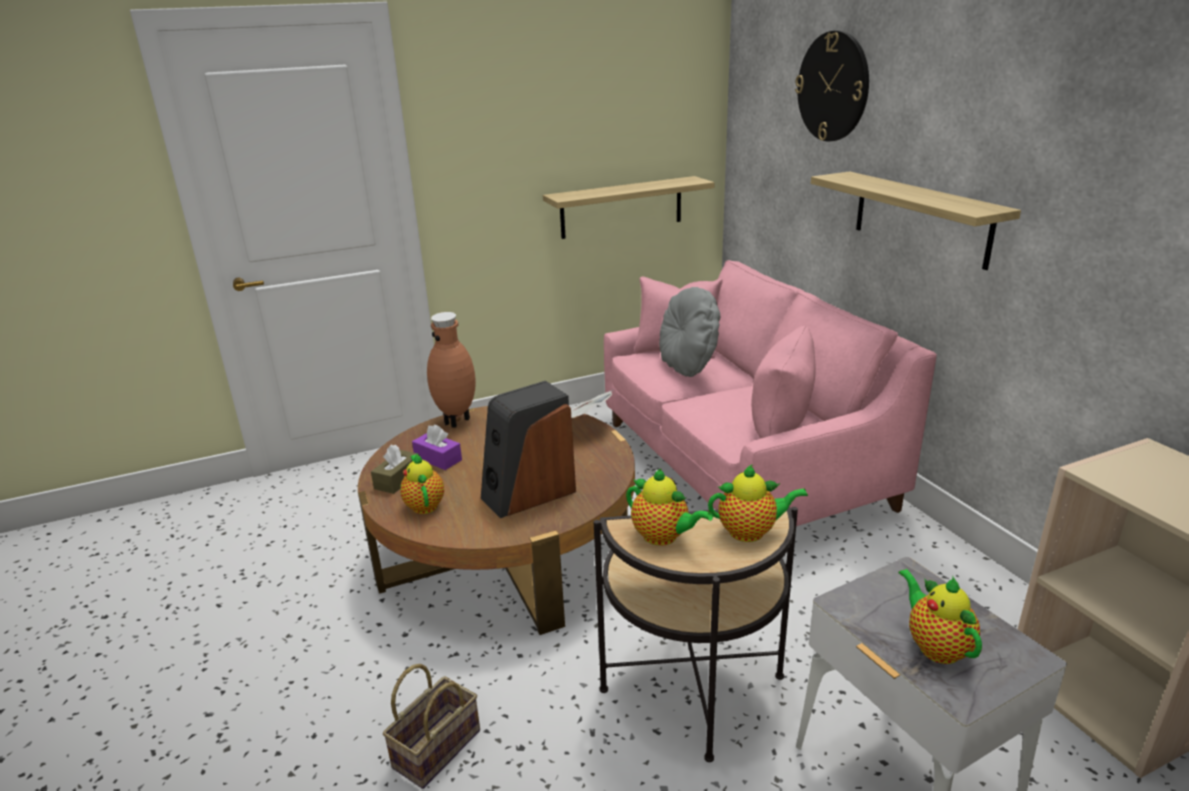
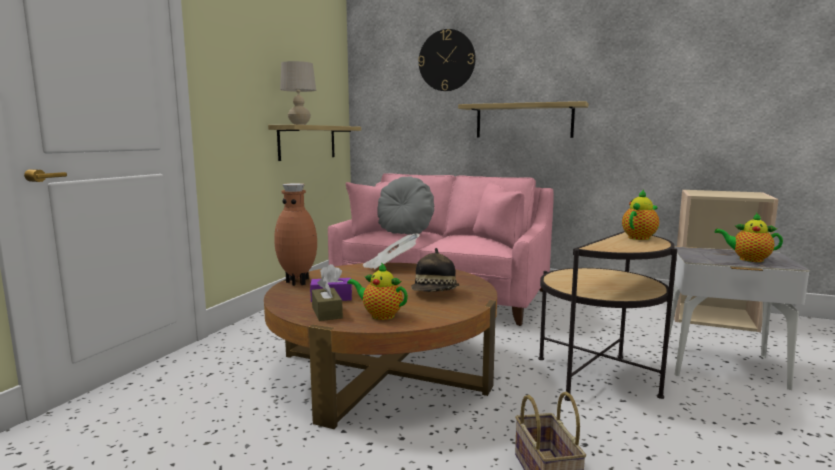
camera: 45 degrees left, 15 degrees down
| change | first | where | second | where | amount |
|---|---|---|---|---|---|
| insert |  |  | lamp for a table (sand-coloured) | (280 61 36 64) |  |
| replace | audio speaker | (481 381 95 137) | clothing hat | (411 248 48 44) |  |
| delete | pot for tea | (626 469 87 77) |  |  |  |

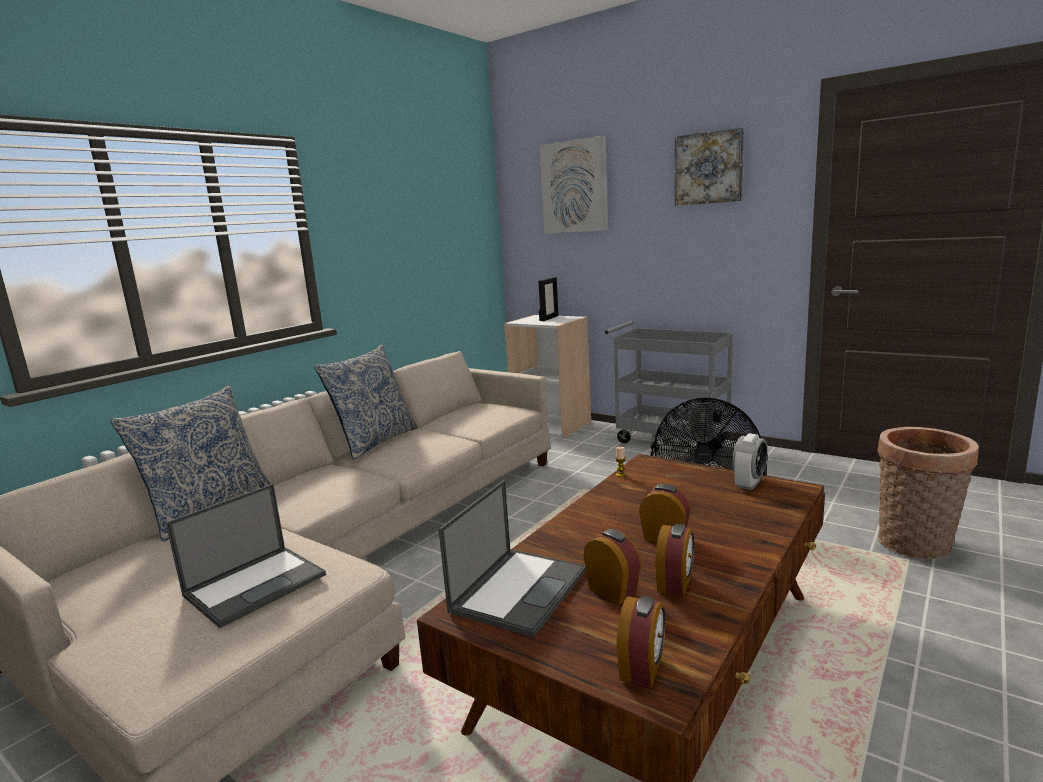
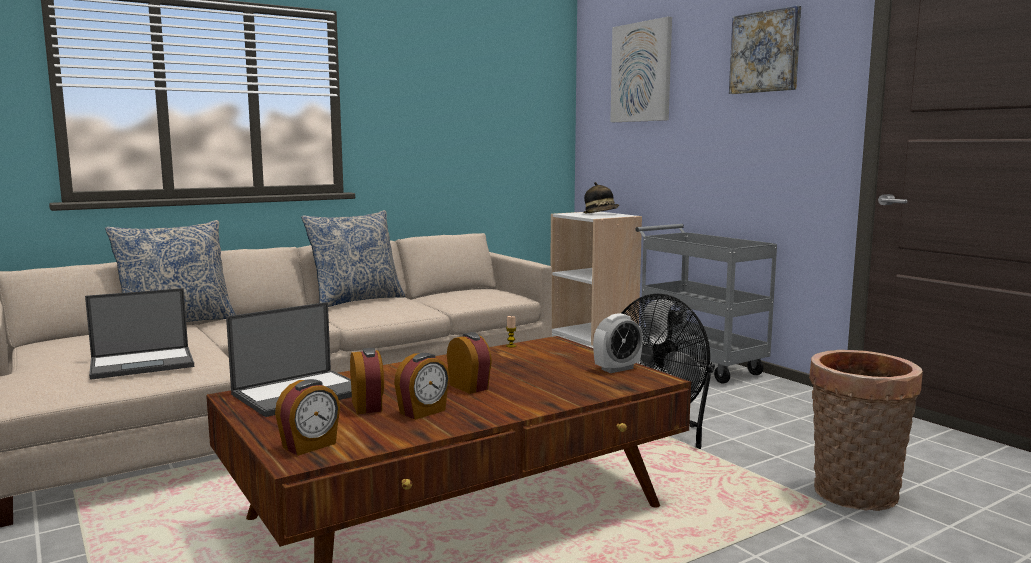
camera: 20 degrees right, 5 degrees down
| change | first | where | second | where | amount |
|---|---|---|---|---|---|
| replace | standing frame | (538 277 21 44) | clothing hat | (583 182 36 31) |  |

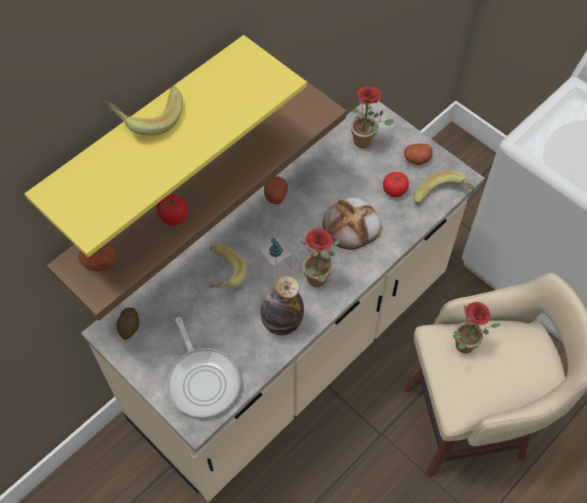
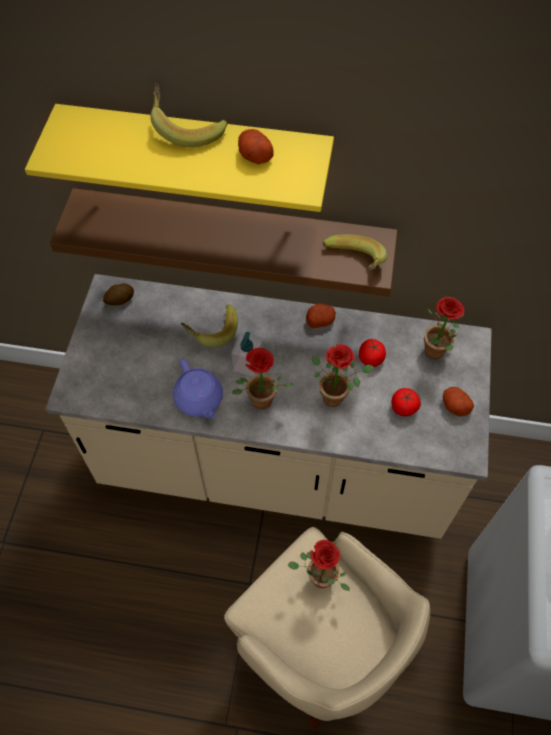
camera: 55 degrees right, 0 degrees up
| change | first | where | second | where | amount |
|---|---|---|---|---|---|
| replace | beverage bottle | (260 276 44 60) | pot for tea (purple) | (173 358 50 61) |  |
| move | whole potato | (78 245 39 26) |  | (238 129 36 35) |  |
| replace | bakery bread | (322 197 60 53) | houseplant | (312 344 62 63) |  |
| move | banana fruit | (414 170 62 35) |  | (323 235 64 36) |  |
| move | fresh tomato | (156 194 32 31) |  | (359 339 27 28) |  |
| delete | frying pan | (167 317 74 101) |  |  |  |

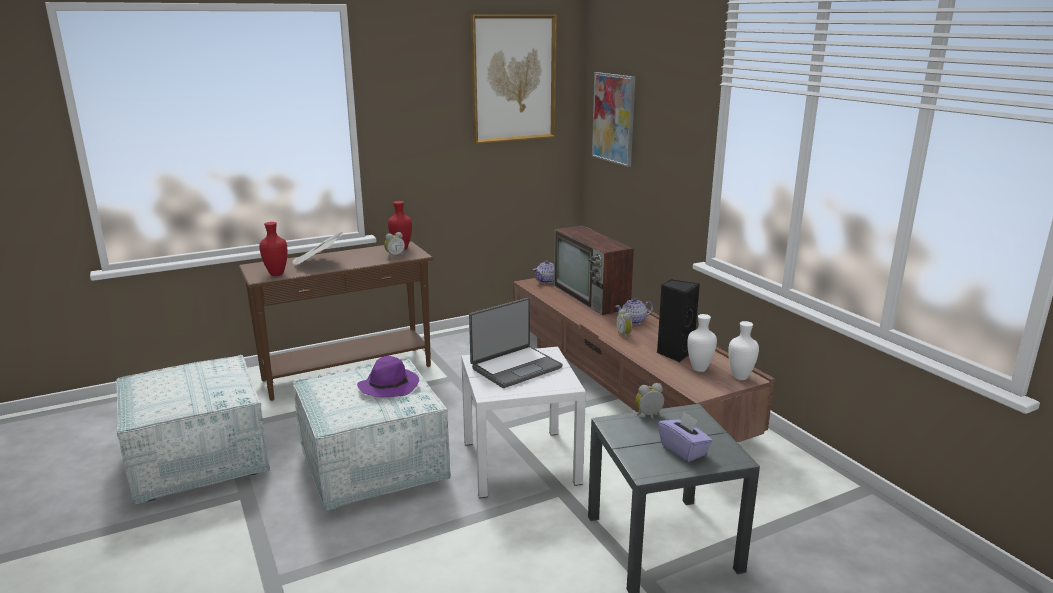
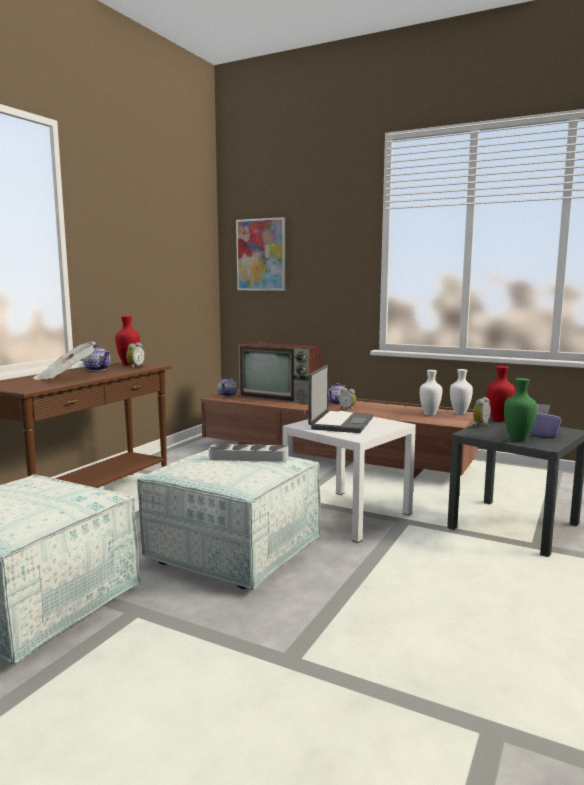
camera: 35 degrees left, 10 degrees down
| change | first | where | second | where | amount |
|---|---|---|---|---|---|
| insert |  |  | pot for tea | (83 344 28 27) |  |
| replace | clothing hat (purple) | (357 356 62 41) | serving tray (greyish) | (209 444 80 18) |  |
| move | vase (red-coloured) | (259 222 28 54) |  | (487 366 28 56) |  |
| insert |  |  | vase (green) | (504 378 33 64) |  |
| delete | wall picture | (471 14 86 130) |  |  |  |
| delete | audio speaker (black) | (657 279 43 83) |  |  |  |

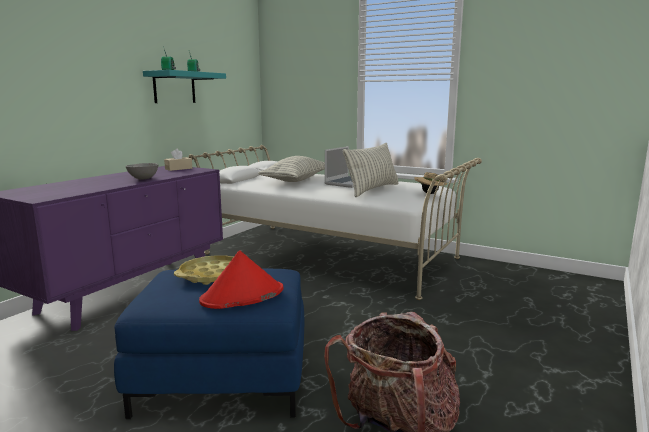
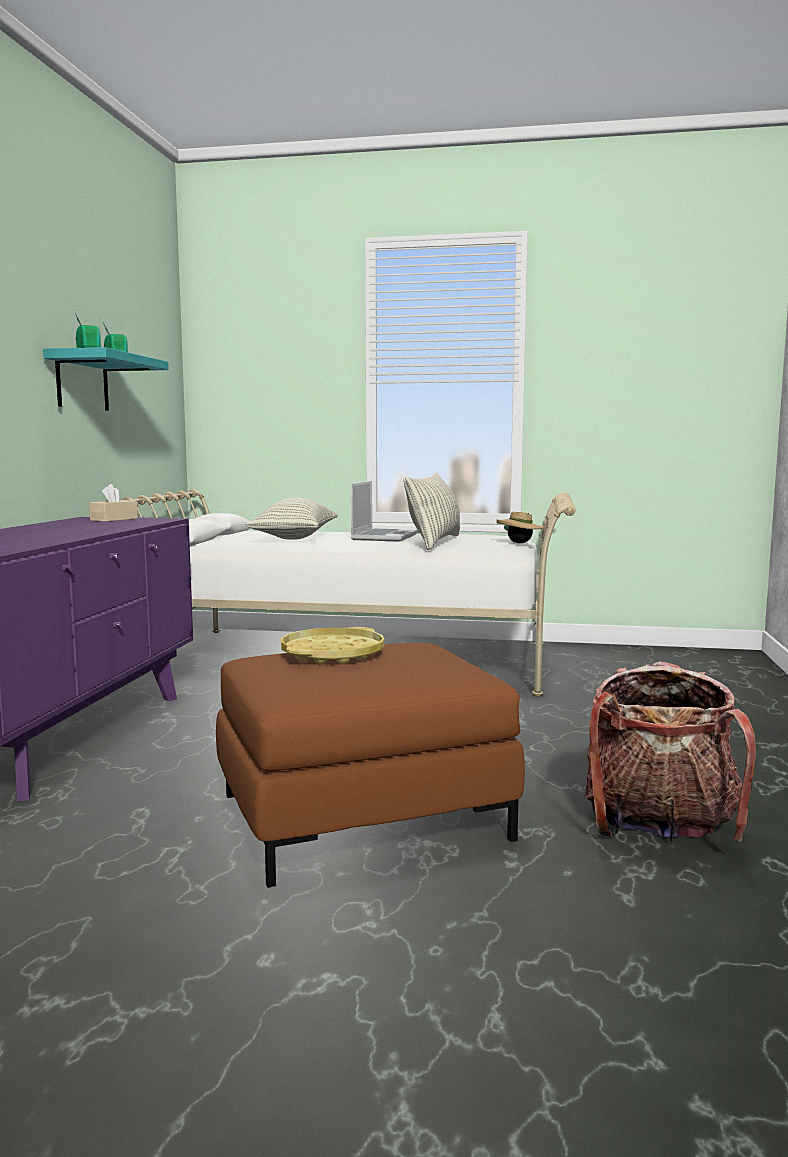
camera: 20 degrees left, 5 degrees down
| change | first | where | second | where | amount |
|---|---|---|---|---|---|
| recolor | ottoman (blue) | (114 269 190 150) | ottoman (brownish) | (216 642 309 246) |  |
| delete | bowl (greyish) | (125 163 33 16) |  |  |  |
| delete | clothing hat (red-coloured) | (199 251 84 58) |  |  |  |

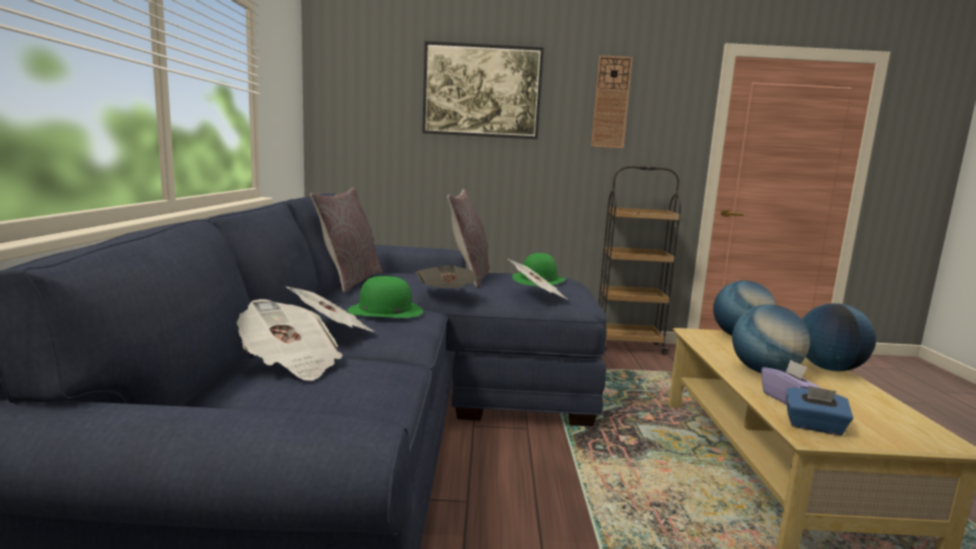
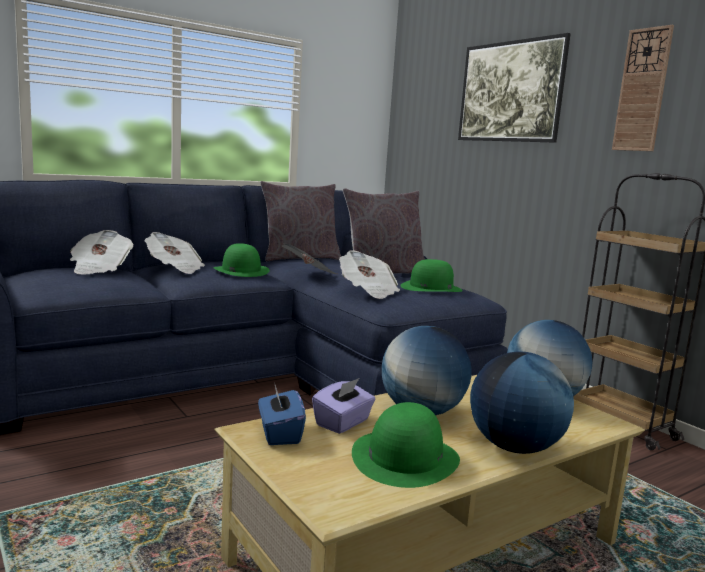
camera: 55 degrees right, 0 degrees up
| change | first | where | second | where | amount |
|---|---|---|---|---|---|
| insert |  |  | clothing hat (green) | (352 402 108 86) |  |

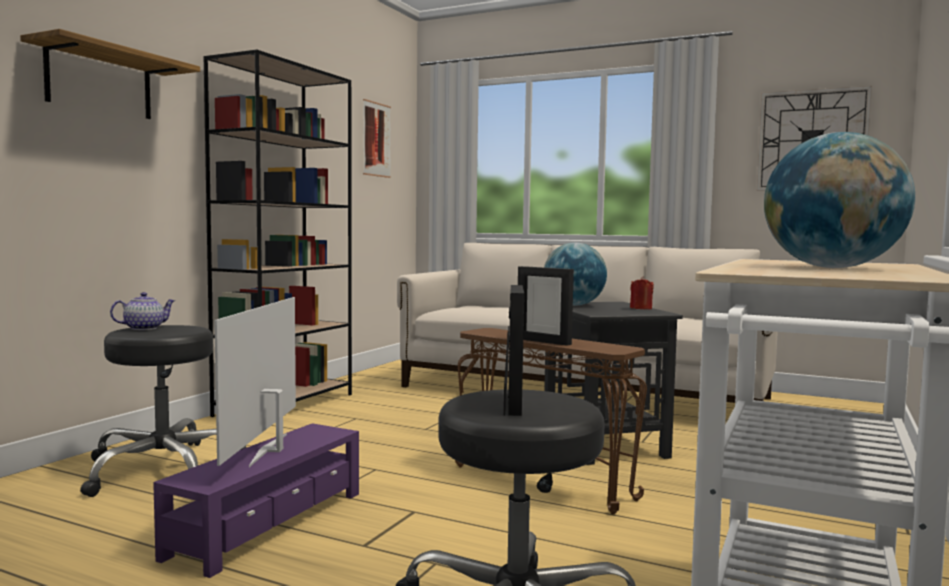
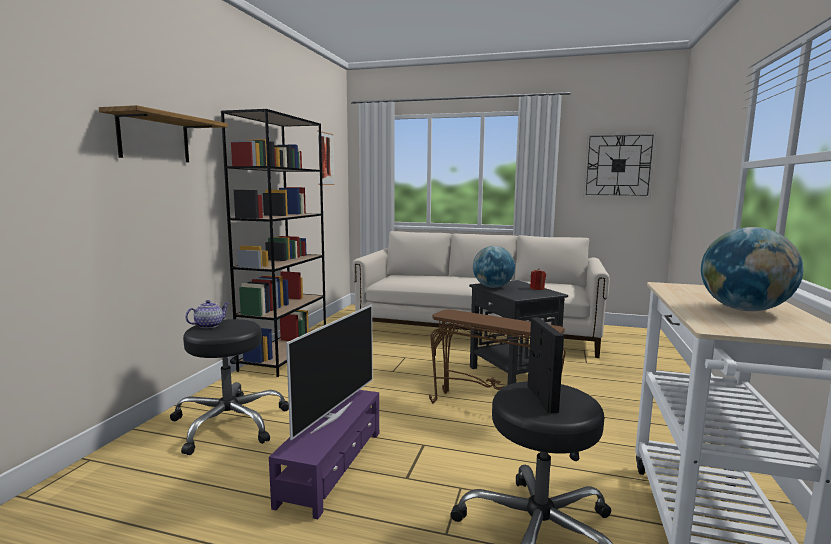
camera: 10 degrees left, 5 degrees up
| change | first | where | second | where | amount |
|---|---|---|---|---|---|
| rotate | television | (214 297 82 170) |  | (286 305 87 135) | 150 degrees counterclockwise |
| delete | standing frame | (518 266 56 80) |  |  |  |

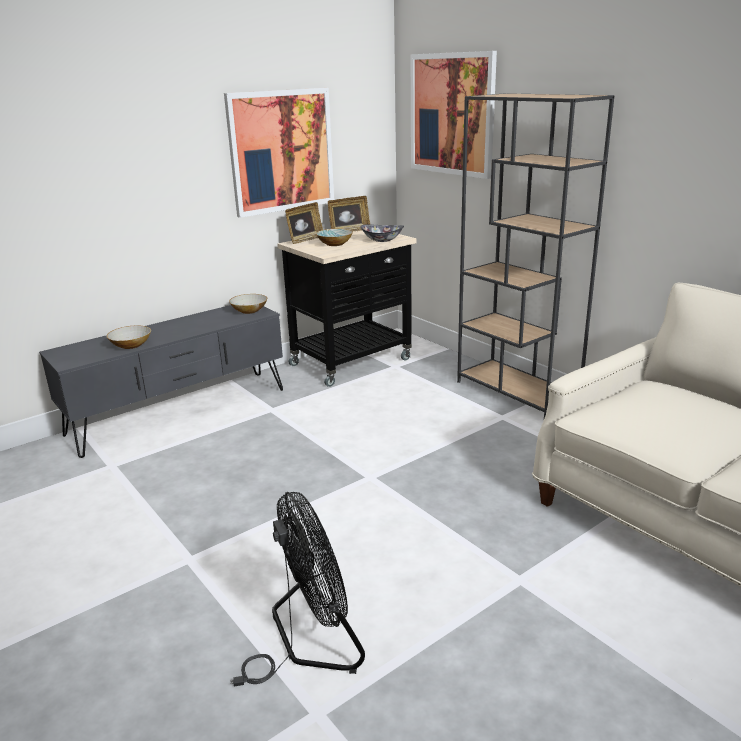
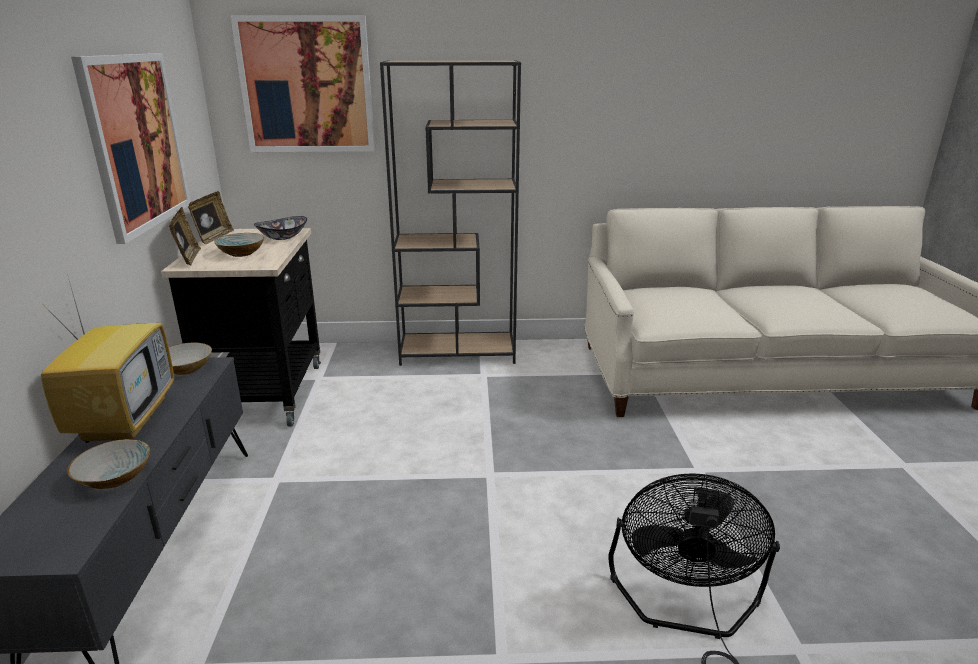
camera: 55 degrees left, 0 degrees up
| change | first | where | second | where | amount |
|---|---|---|---|---|---|
| insert |  |  | television | (41 274 133 169) |  |

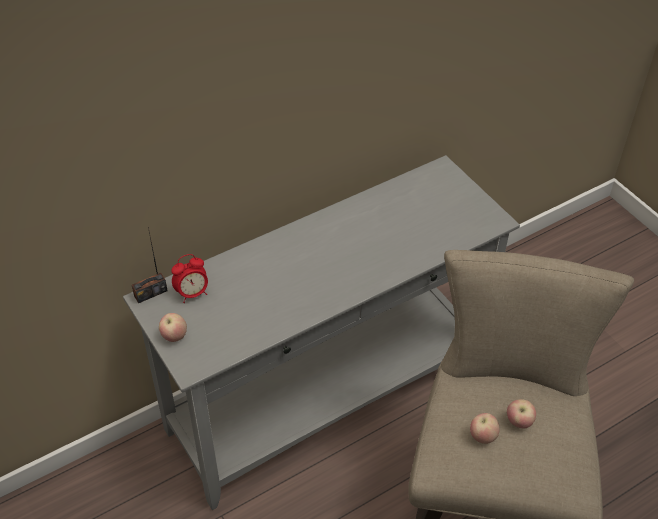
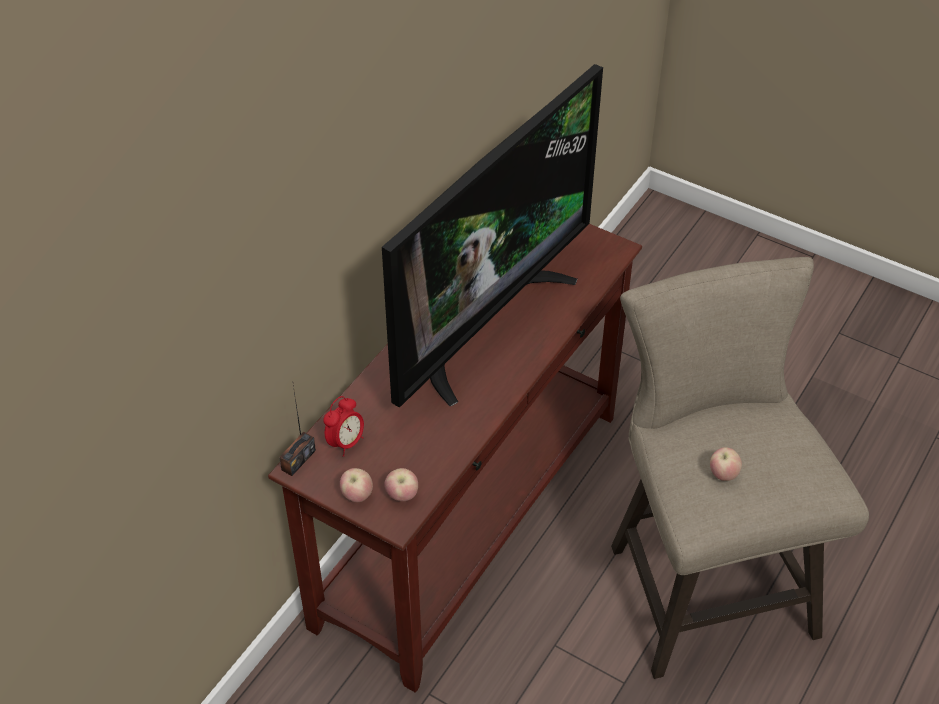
camera: 25 degrees left, 0 degrees up
| change | first | where | second | where | amount |
|---|---|---|---|---|---|
| recolor | narrow table (greyish) | (123 155 397 355) | narrow table (brownish) | (268 224 374 469) |  |
| insert |  |  | television | (382 64 221 344) |  |
| move | apple | (507 399 29 29) |  | (384 468 34 33) |  |

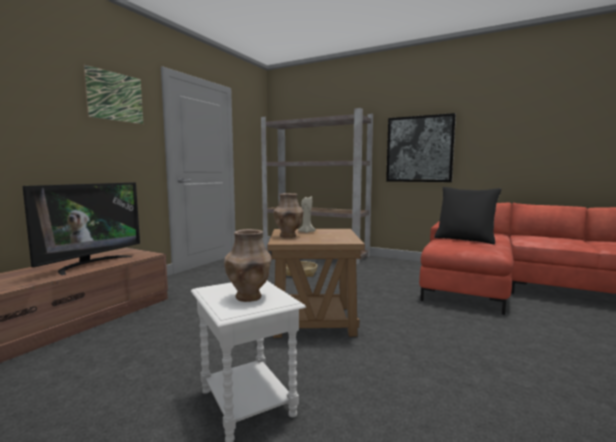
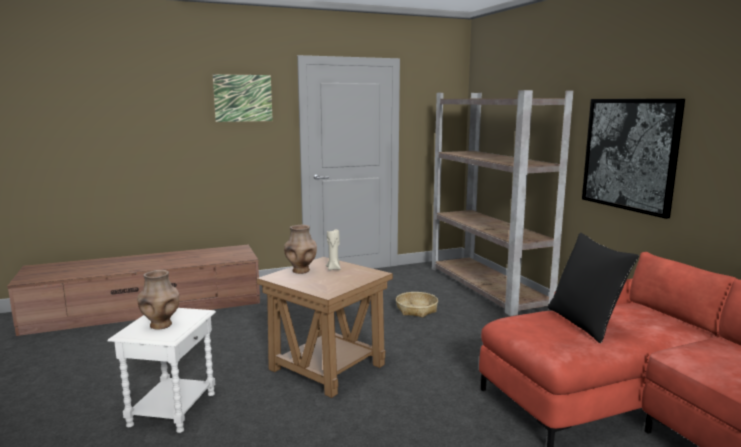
camera: 40 degrees right, 5 degrees up
| change | first | where | second | where | amount |
|---|---|---|---|---|---|
| delete | television | (23 182 117 93) |  |  |  |

